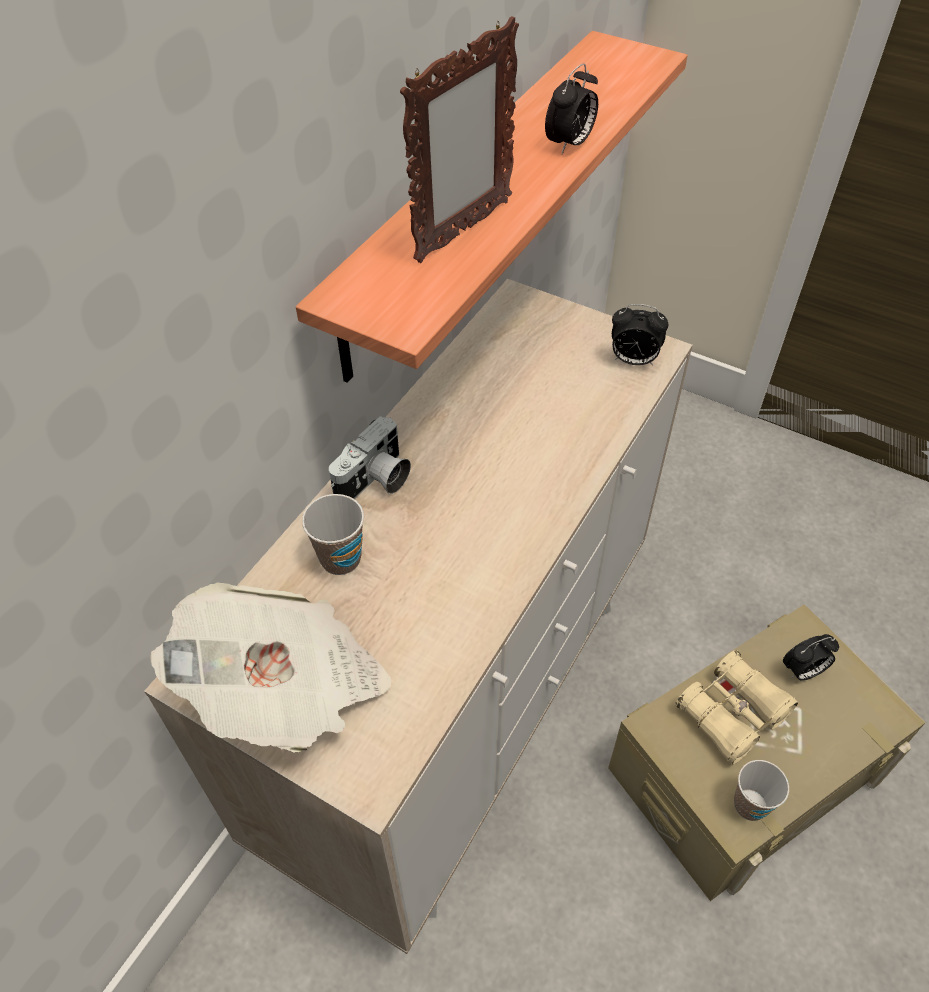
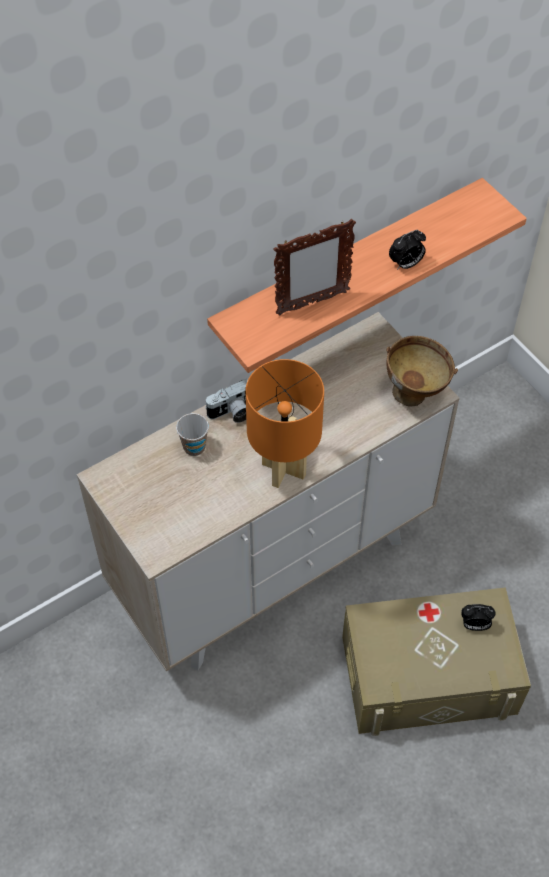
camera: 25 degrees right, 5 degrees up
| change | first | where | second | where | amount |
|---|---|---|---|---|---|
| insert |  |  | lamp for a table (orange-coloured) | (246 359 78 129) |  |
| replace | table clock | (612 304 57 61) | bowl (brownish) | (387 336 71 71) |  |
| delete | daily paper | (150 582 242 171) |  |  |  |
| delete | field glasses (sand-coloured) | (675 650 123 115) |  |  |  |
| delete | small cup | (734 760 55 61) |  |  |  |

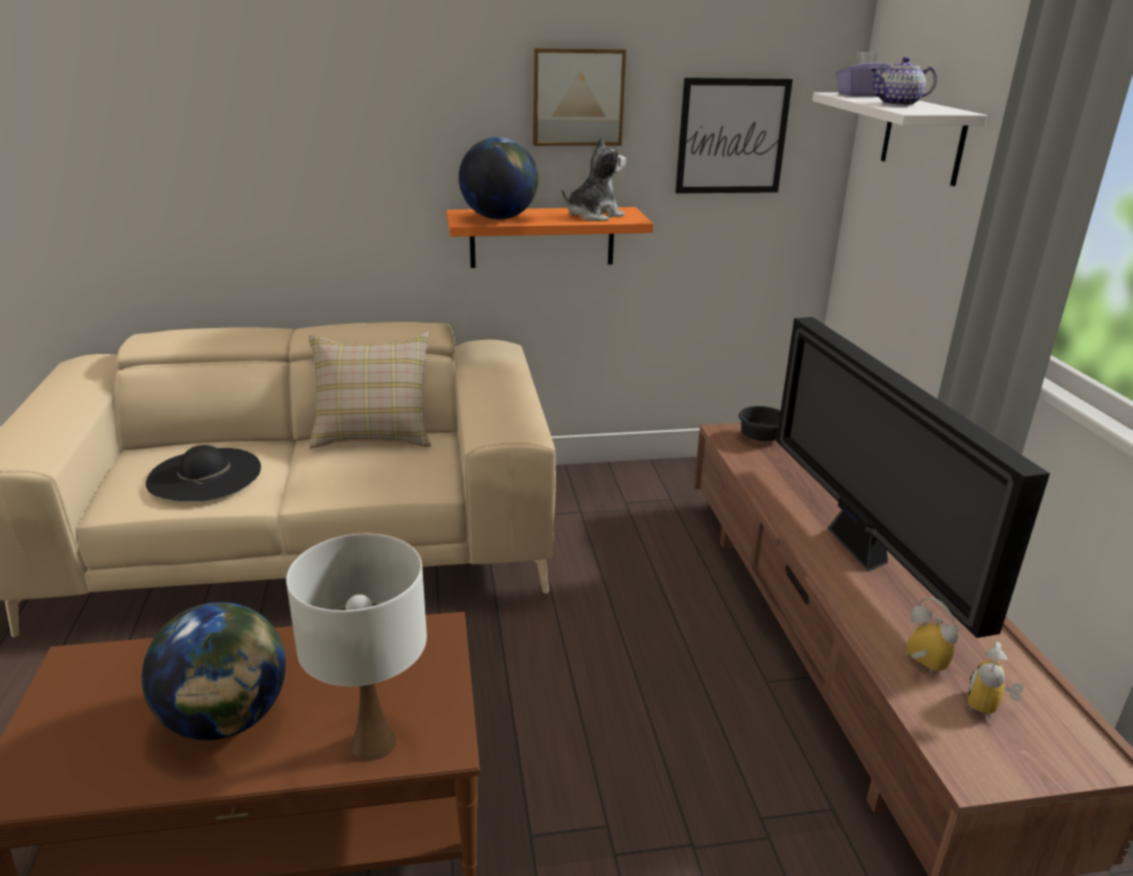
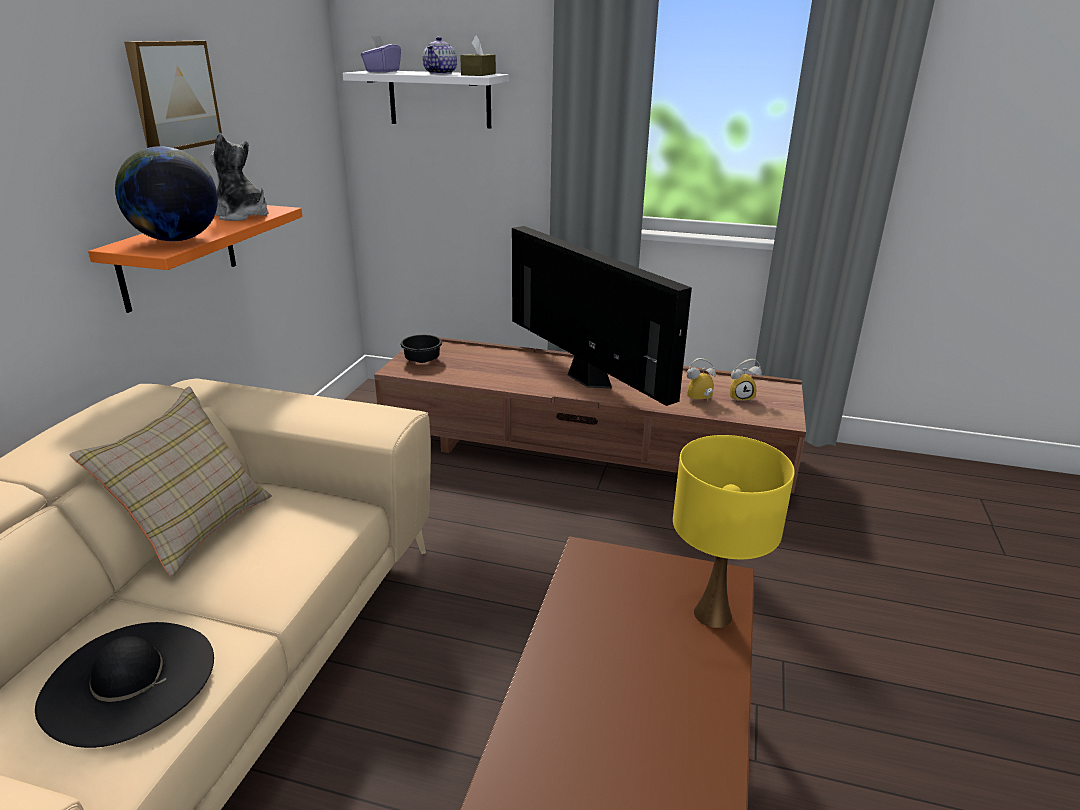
camera: 65 degrees left, 0 degrees up
| change | first | where | second | where | amount |
|---|---|---|---|---|---|
| rotate | cuddly toy | (562 136 64 85) |  | (211 133 57 88) | 45 degrees counterclockwise |
| insert |  |  | tissue box (brownish) | (460 35 36 41) |  |
| rotate | television | (776 317 274 321) |  | (512 226 180 180) | 135 degrees counterclockwise |
| recolor | lamp for a table (white) | (286 534 141 227) | lamp for a table (yellowish) | (673 435 122 193) |  |
| rotate | table clock | (968 641 56 79) |  | (729 359 33 42) | 60 degrees counterclockwise |
| delete | desk globe | (142 602 144 138) |  |  |  |
| delete | wall picture | (675 78 118 116) |  |  |  |

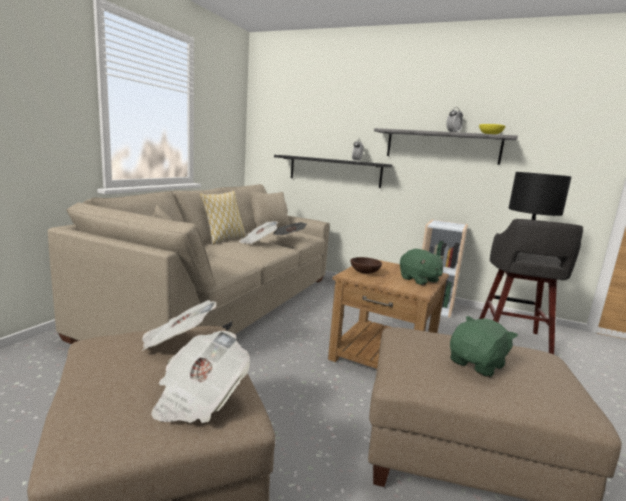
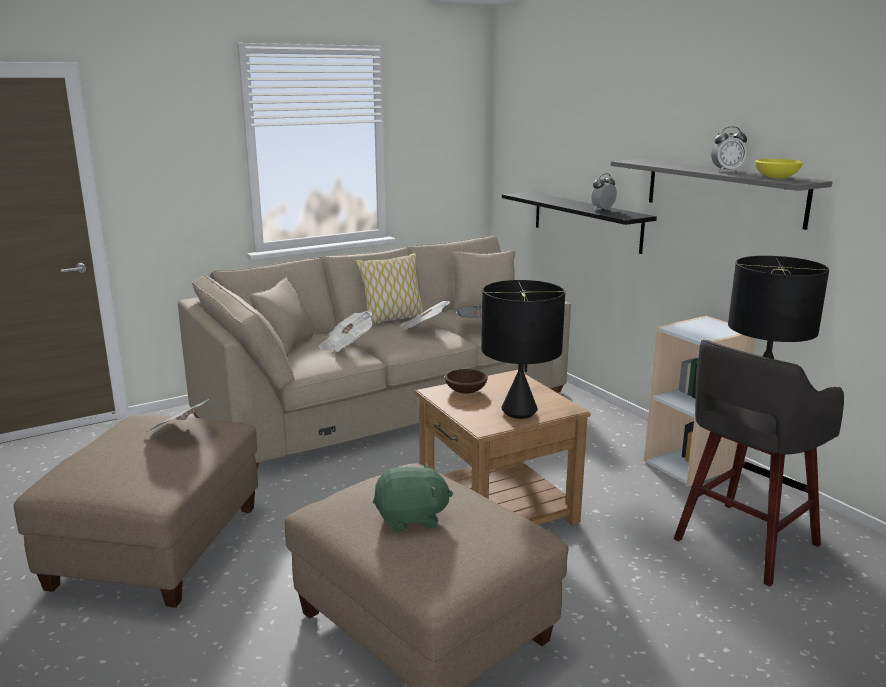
camera: 35 degrees right, 5 degrees up
| change | first | where | second | where | amount |
|---|---|---|---|---|---|
| move | daily paper | (151 331 99 92) |  | (318 311 55 41) |  |
| replace | cuddly toy (green) | (400 249 44 36) | lamp for a table (black) | (481 280 84 139) |  |

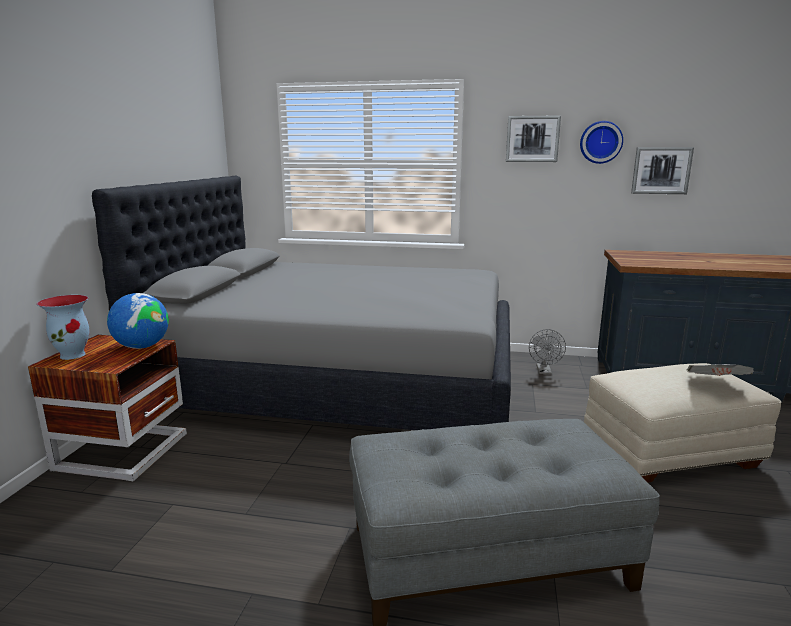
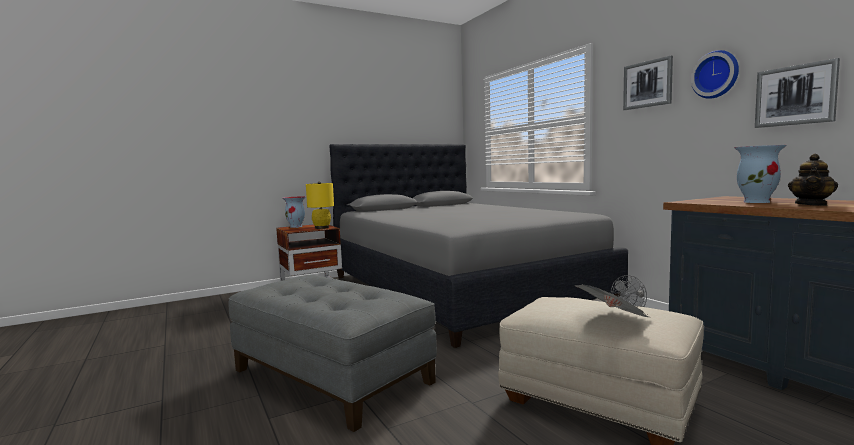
camera: 50 degrees right, 10 degrees down
| change | first | where | second | where | amount |
|---|---|---|---|---|---|
| replace | desk globe | (107 293 62 56) | lamp for a table (yellowish) | (306 181 28 48) |  |
| insert |  |  | vase | (734 145 53 58) |  |
| insert |  |  | pot for tea | (788 154 50 52) |  |

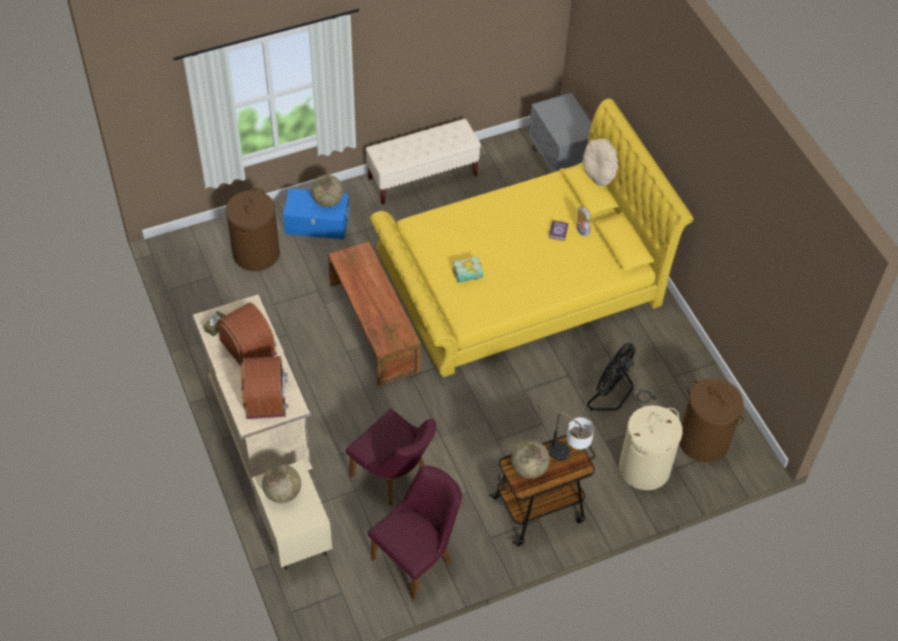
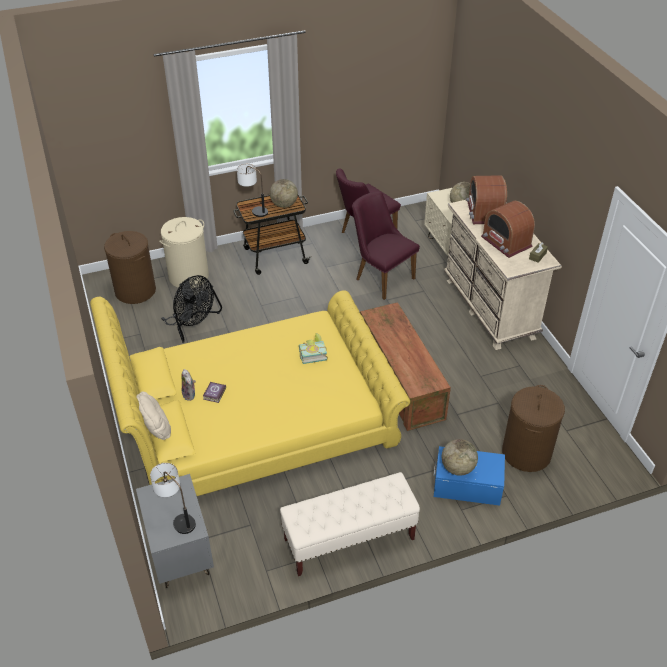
camera: 175 degrees left, 10 degrees down
| change | first | where | second | where | amount |
|---|---|---|---|---|---|
| insert |  |  | lamp for a table | (150 463 46 71) |  |

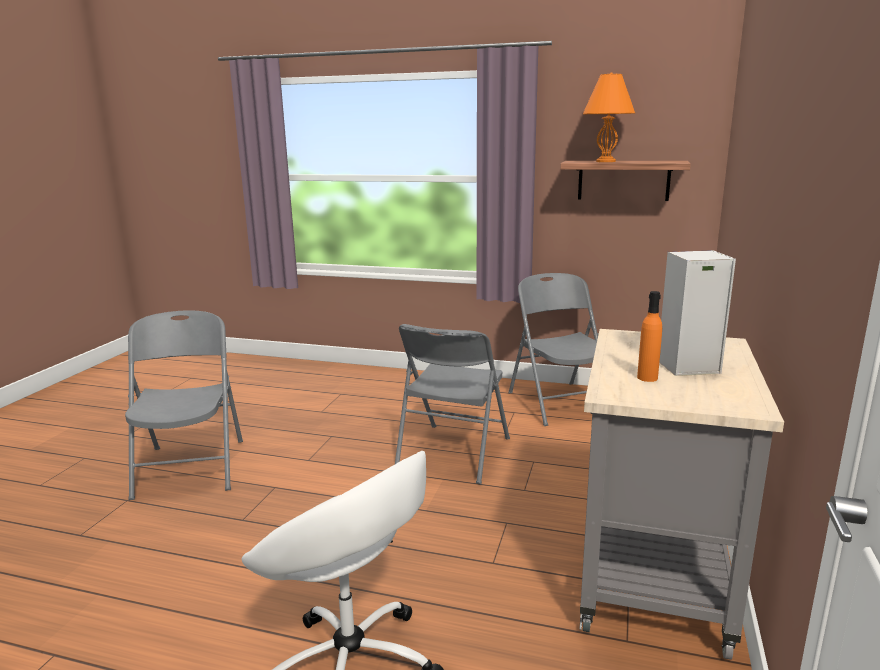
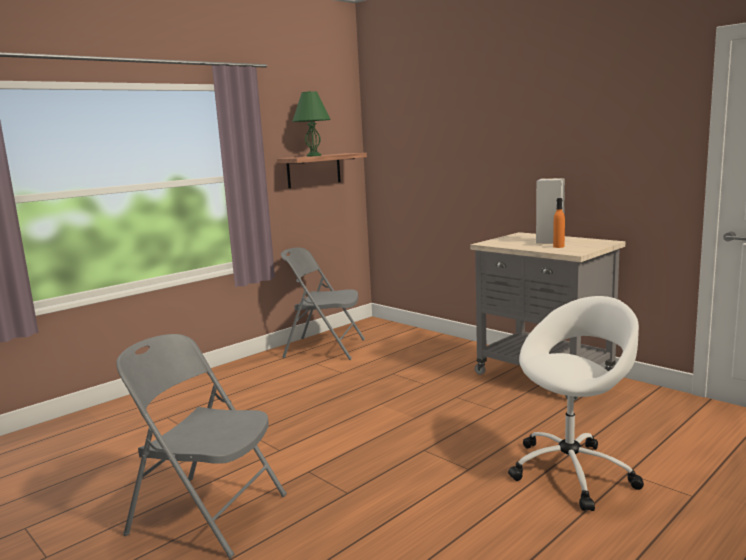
camera: 60 degrees left, 5 degrees down
| change | first | where | second | where | amount |
|---|---|---|---|---|---|
| recolor | lamp for a table (orange-coloured) | (583 72 52 90) | lamp for a table (green) | (292 91 39 66) |  |
| delete | upright chair (greyish) | (395 324 115 161) |  |  |  |

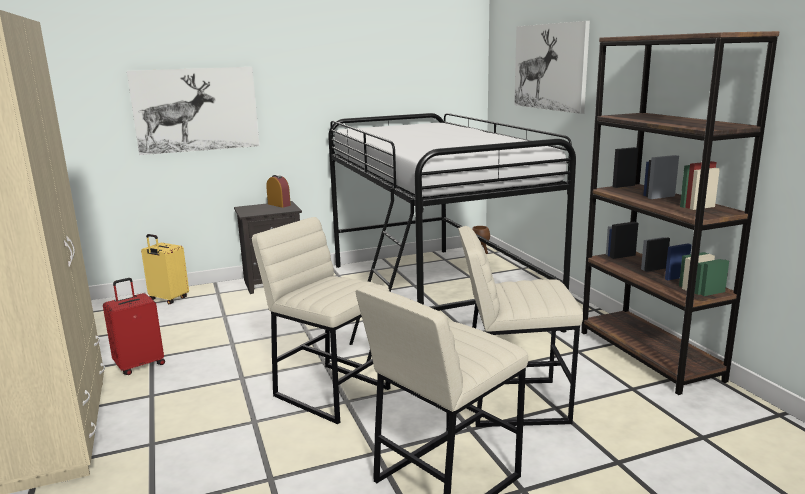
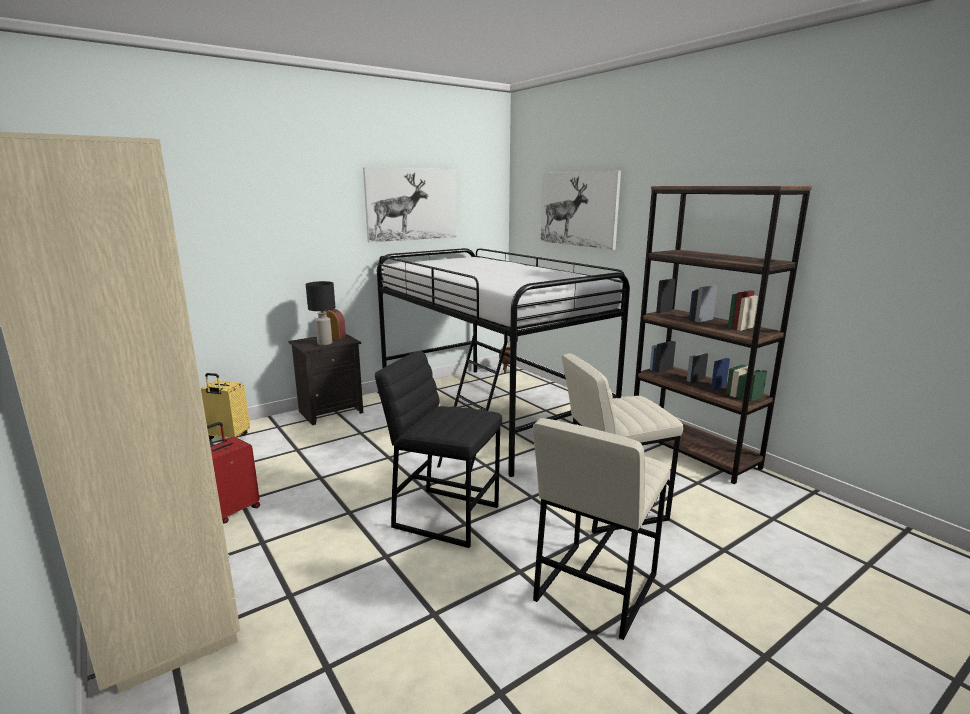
camera: 15 degrees left, 0 degrees up
| change | first | where | second | where | amount |
|---|---|---|---|---|---|
| insert |  |  | lamp for a table (black) | (306 281 30 64) |  |
| move | wall picture | (127 67 133 88) |  | (363 167 94 76) |  |
| recolor | upright chair (sand-coloured) | (252 217 138 207) | upright chair (black) | (375 351 127 197) |  |

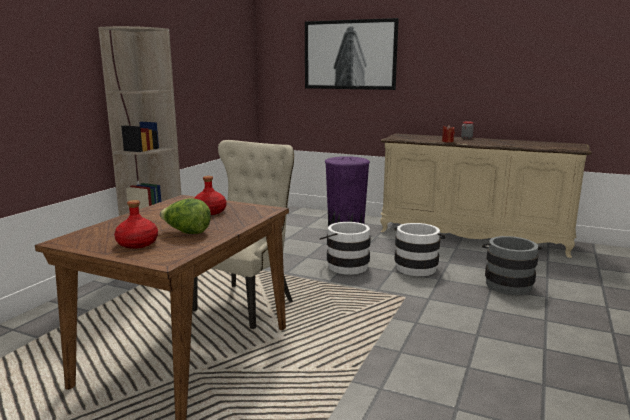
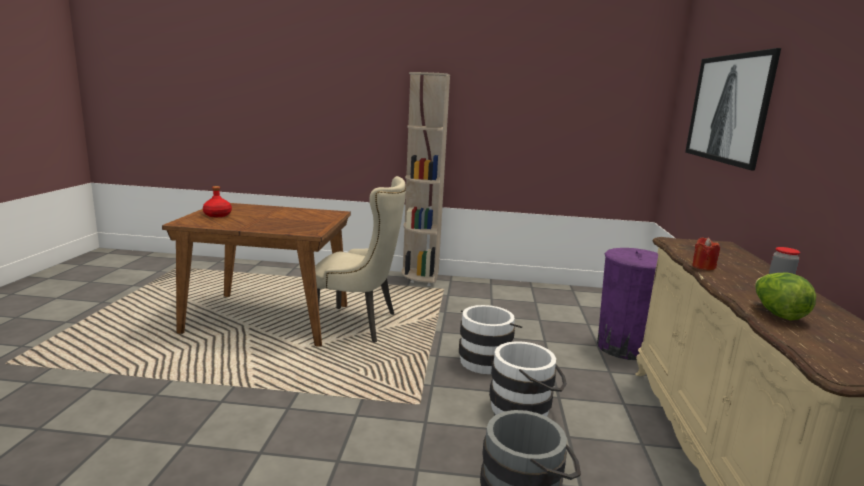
camera: 70 degrees right, 0 degrees up
| change | first | where | second | where | amount |
|---|---|---|---|---|---|
| move | lettuce head | (160 198 51 36) |  | (755 273 61 48) |  |
| delete | beverage bottle (red-coloured) | (193 176 34 39) |  |  |  |

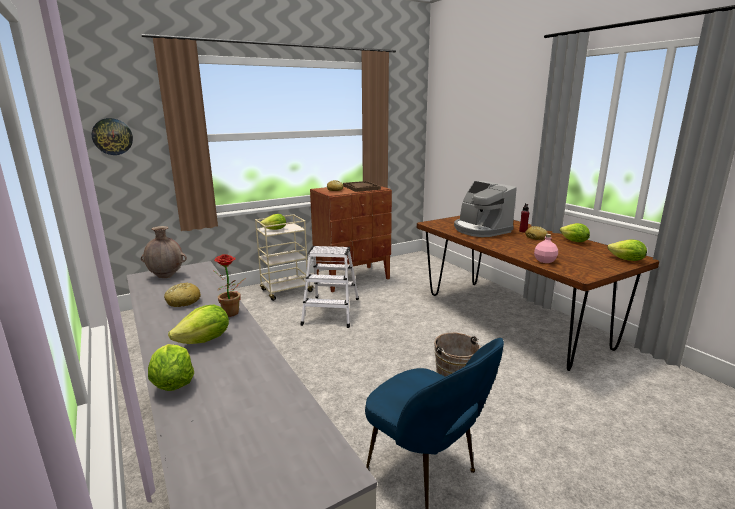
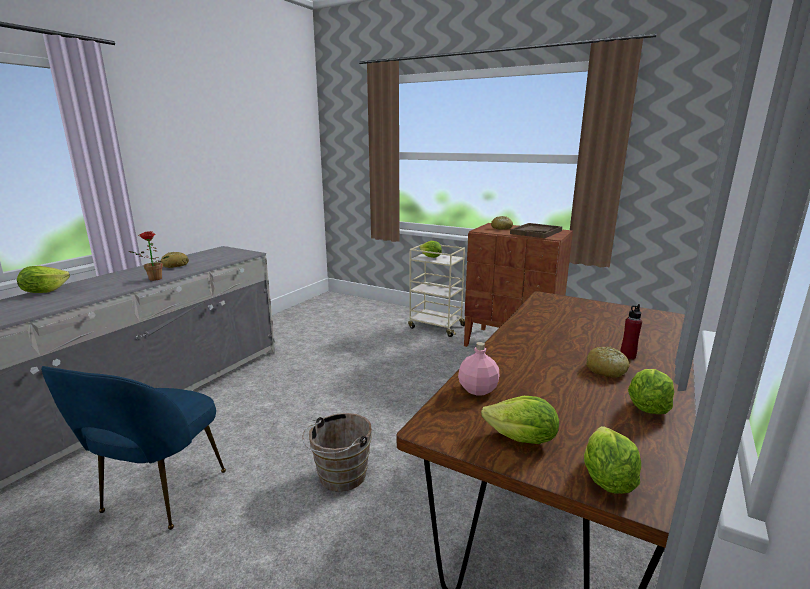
camera: 60 degrees right, 0 degrees up
| change | first | where | second | where | amount |
|---|---|---|---|---|---|
| move | lettuce head | (168 305 61 39) |  | (481 396 78 48) |  |
| delete | clock on the wall | (92 118 41 37) |  |  |  |
| delete | vase (brownish) | (141 226 46 52) |  |  |  |
| delete | stepladder (white) | (300 246 59 82) |  |  |  |
| delete | coffee maker | (454 181 63 56) |  |  |  |

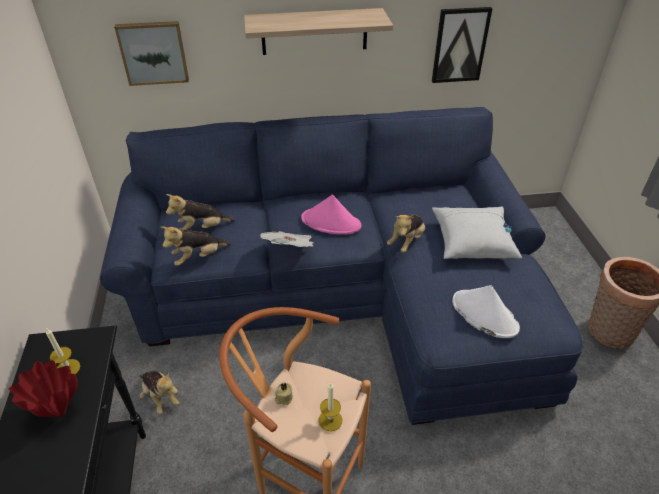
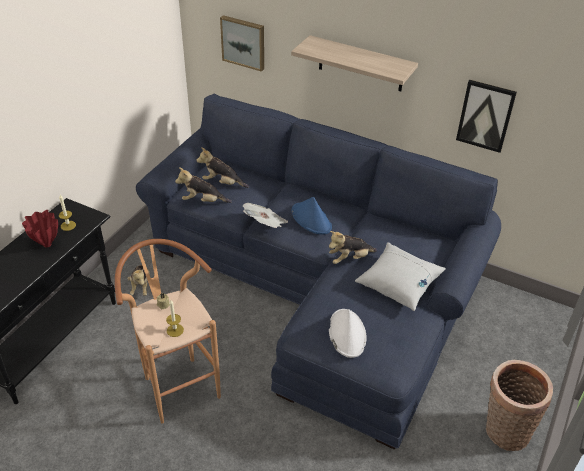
camera: 35 degrees right, 0 degrees up
| change | first | where | second | where | amount |
|---|---|---|---|---|---|
| recolor | clothing hat (pink-coloured) | (301 195 60 40) | clothing hat (blue) | (291 197 41 38) |  |

